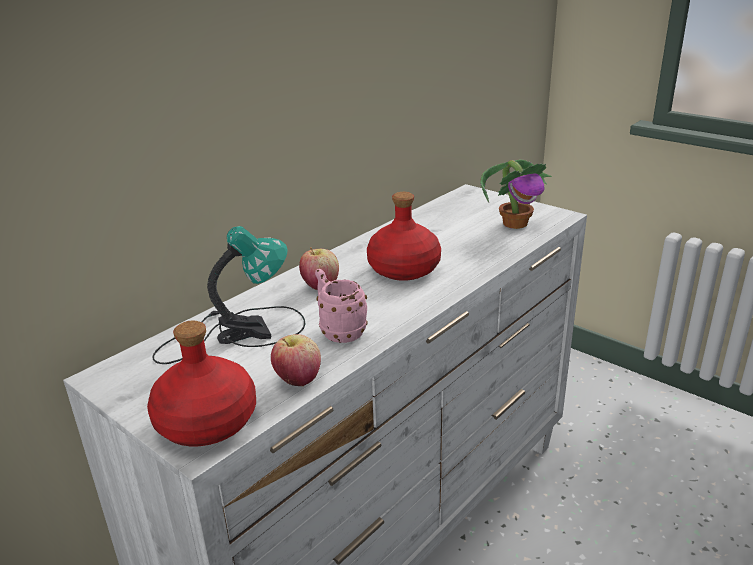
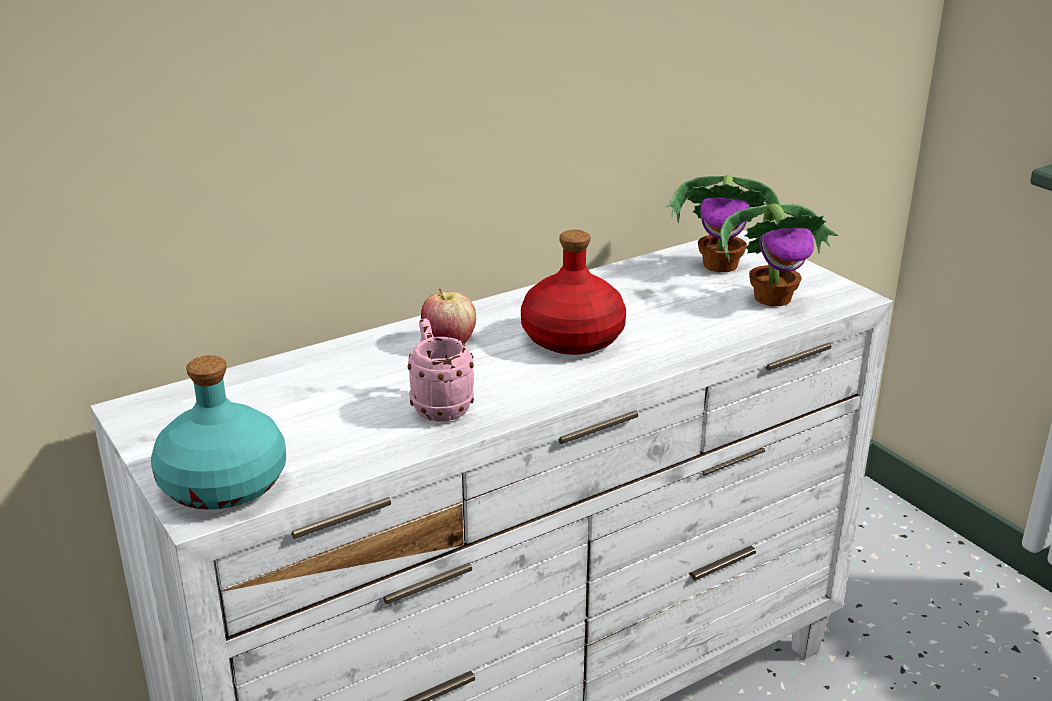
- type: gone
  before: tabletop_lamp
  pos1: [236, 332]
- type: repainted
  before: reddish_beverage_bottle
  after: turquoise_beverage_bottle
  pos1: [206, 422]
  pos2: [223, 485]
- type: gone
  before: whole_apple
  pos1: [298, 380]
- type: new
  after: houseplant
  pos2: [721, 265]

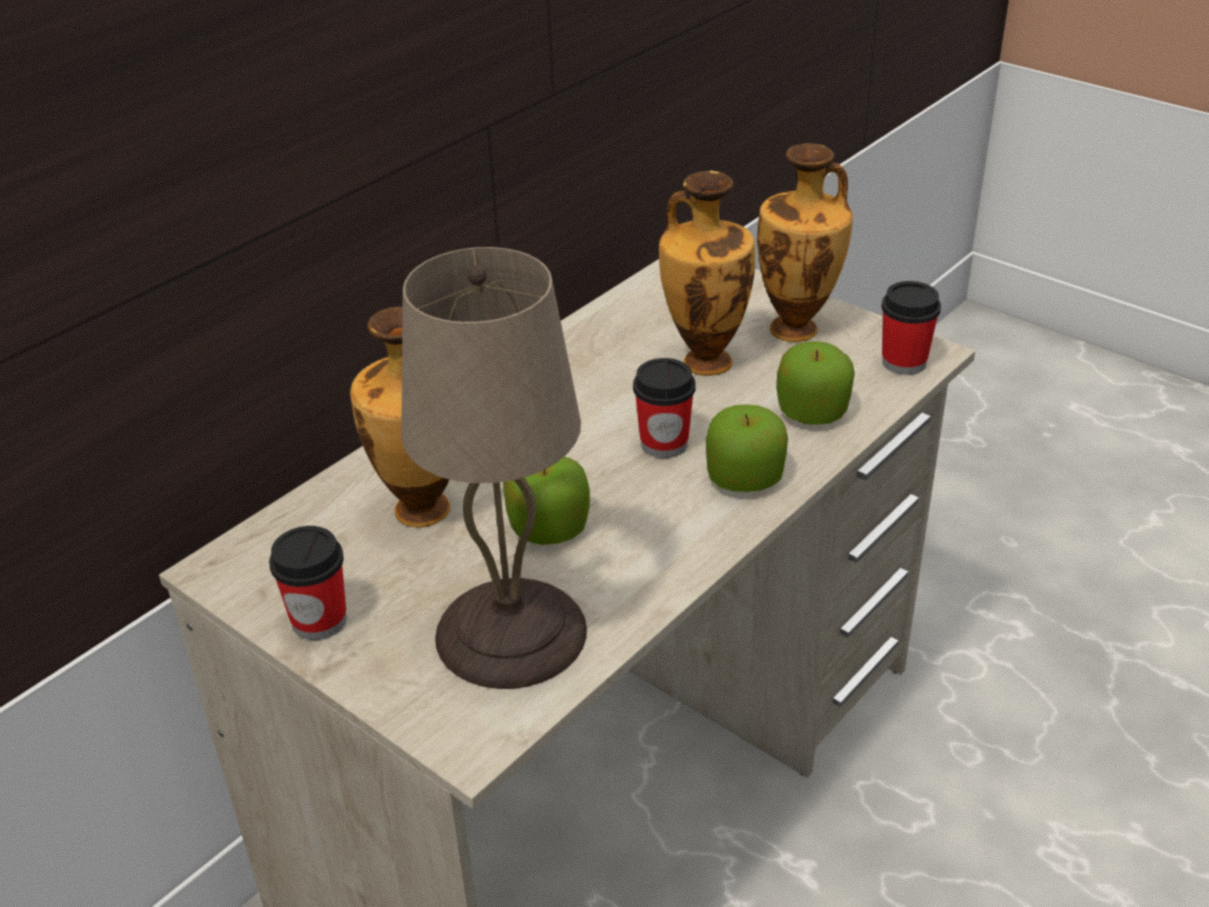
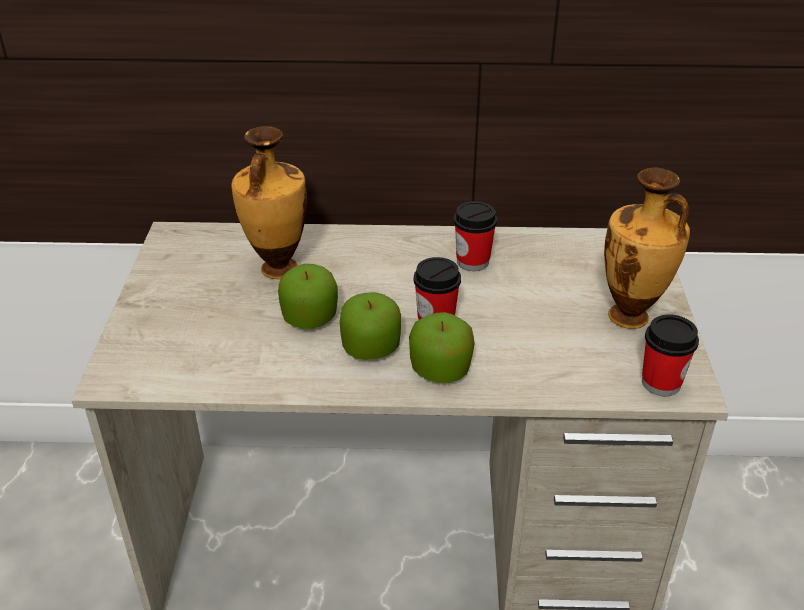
- type: gone
  before: decorative_vase
  pos1: [704, 360]
- type: gone
  before: beige_tabletop_lamp
  pos1: [514, 633]
- type: shifted
  before: whole_apple
  pos1: [812, 411]
  pos2: [371, 347]
- type: shifted
  before: drinking_cup
  pos1: [319, 621]
  pos2: [472, 261]

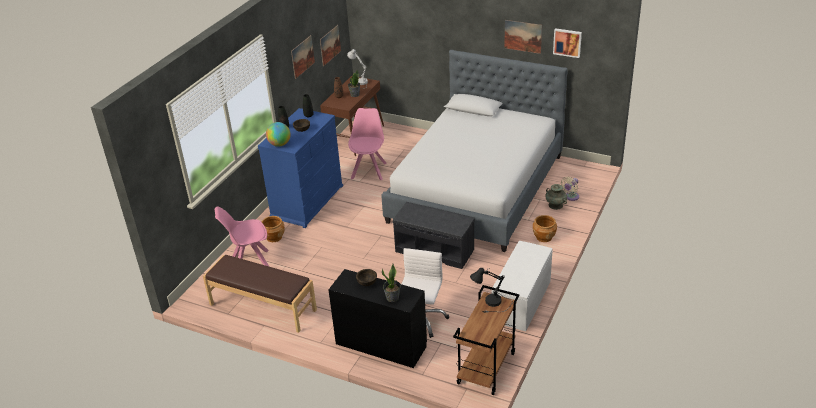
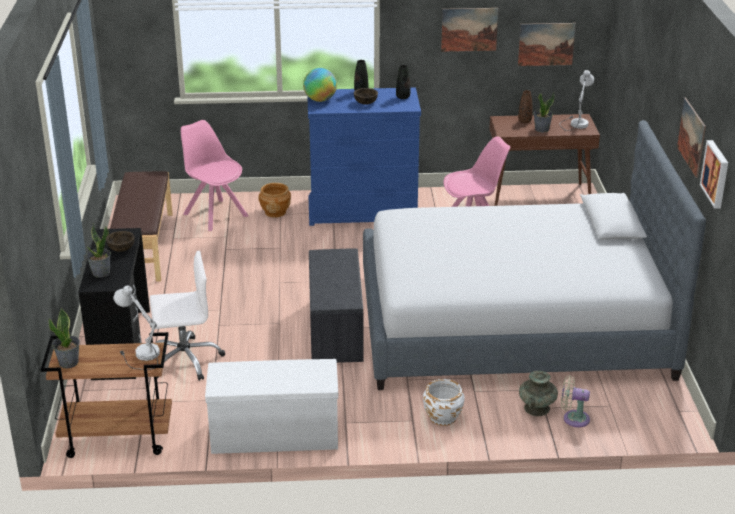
- type: repainted
  before: brownish_plant_pot
  after: whitish_plant_pot
  pos1: [544, 237]
  pos2: [442, 417]
- type: repainted
  before: black_tabletop_lamp
  after: whitish_tabletop_lamp
  pos1: [492, 305]
  pos2: [139, 355]
- type: new
  after: houseplant
  pos2: [69, 362]

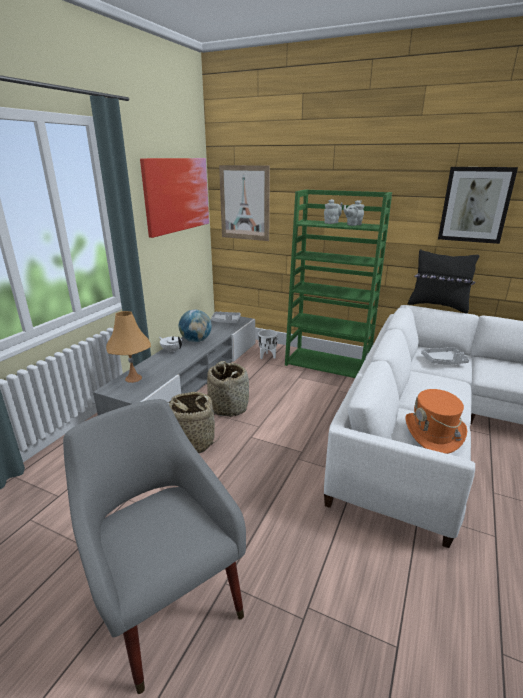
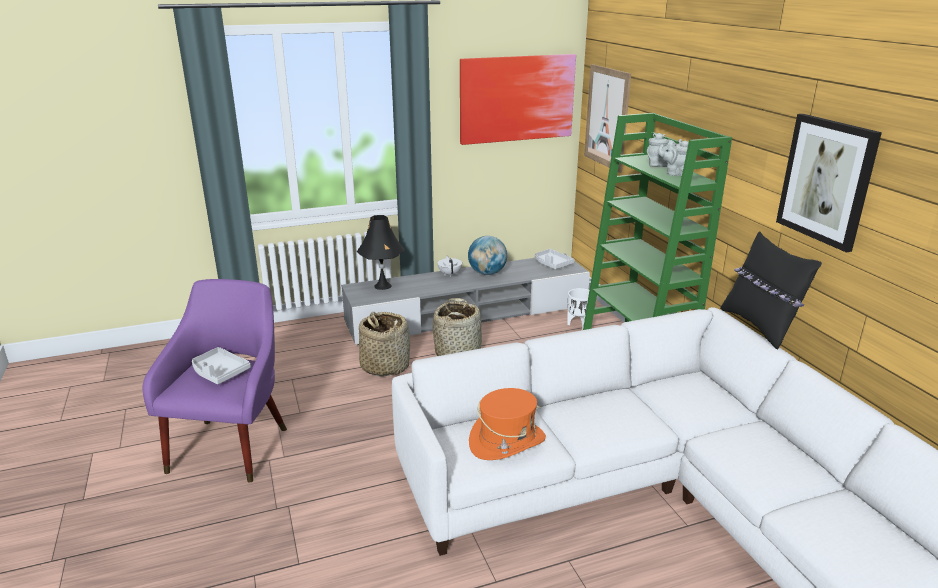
- type: repainted
  before: orangey_tabletop_lamp
  after: black_tabletop_lamp
  pos1: [133, 378]
  pos2: [382, 286]
- type: shifted
  before: gray_serving_tray
  pos1: [443, 361]
  pos2: [219, 372]
- type: repainted
  before: gray_easy_chair
  after: purple_easy_chair
  pos1: [166, 598]
  pos2: [232, 444]

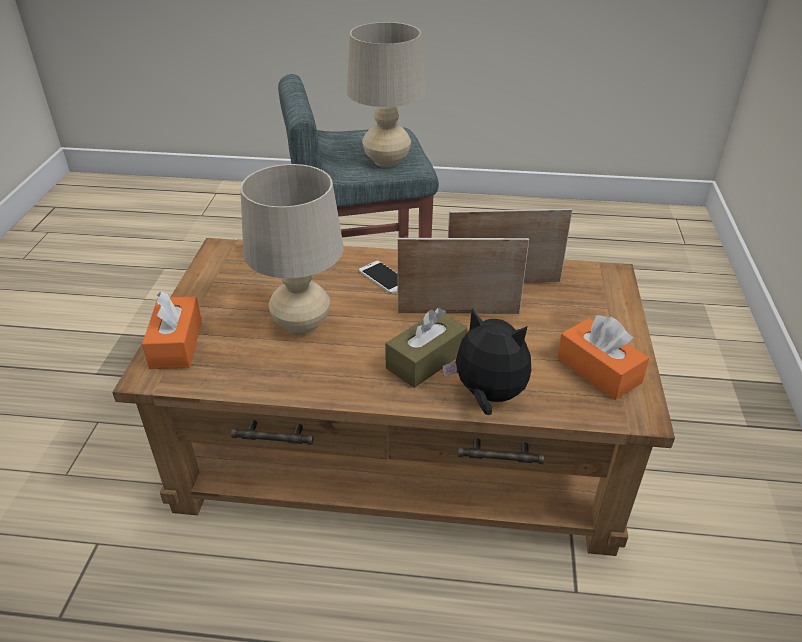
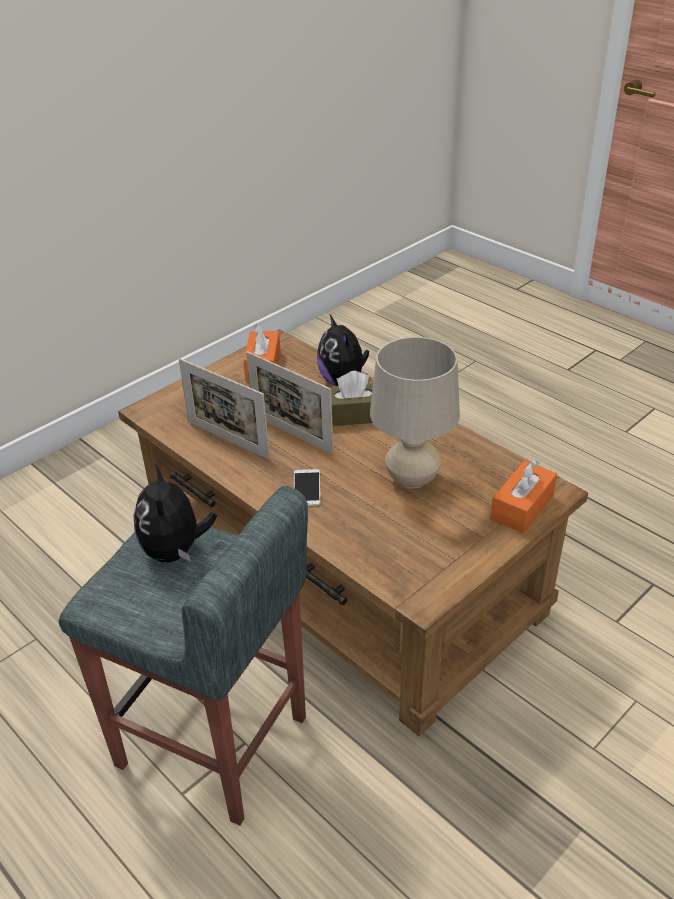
- type: swapped
  before: beige_tabletop_lamp
  after: soft_toy
  pos1: [387, 161]
  pos2: [175, 551]

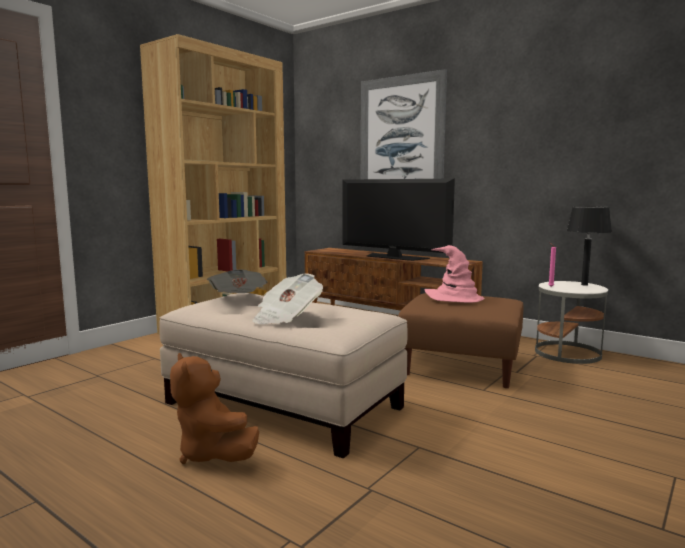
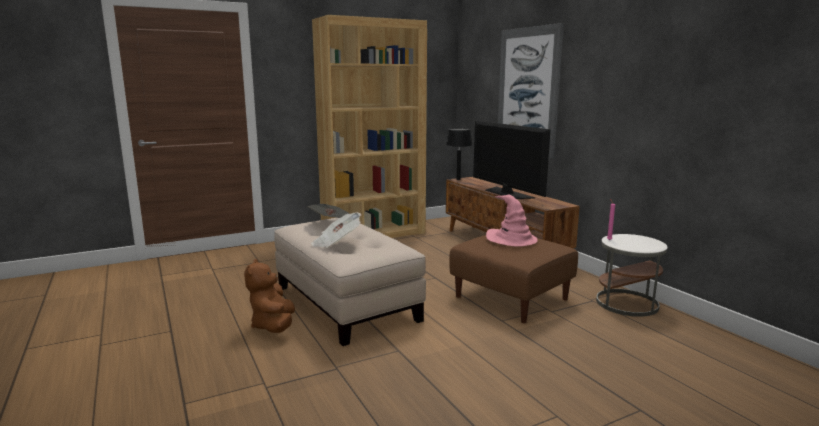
- type: shifted
  before: black_tabletop_lamp
  pos1: [584, 285]
  pos2: [458, 179]

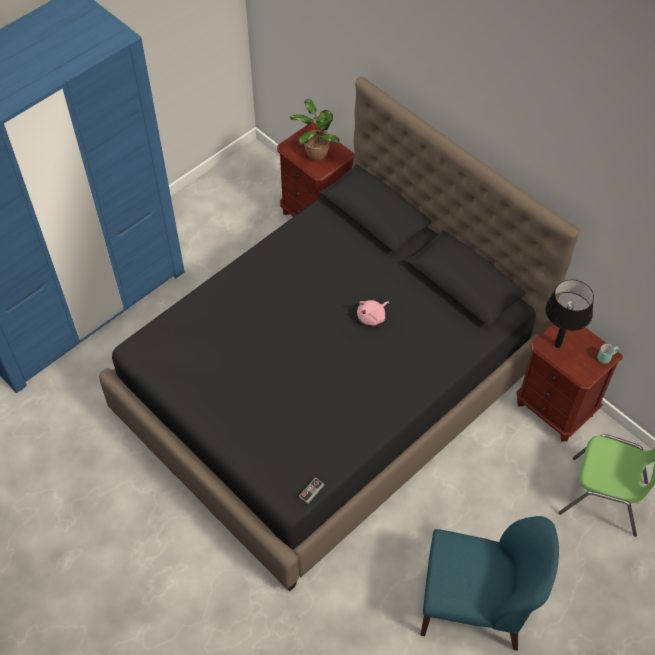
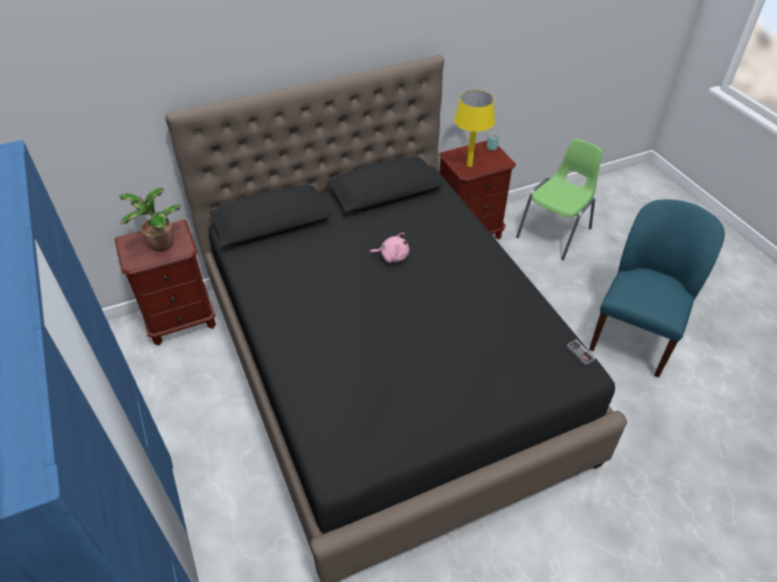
- type: repainted
  before: black_tabletop_lamp
  after: yellowish_tabletop_lamp
  pos1: [558, 345]
  pos2: [469, 165]
- type: rotated
  before: pink-coloured_soft_toy
  pos1: [372, 317]
  pos2: [392, 256]
  turn: -60

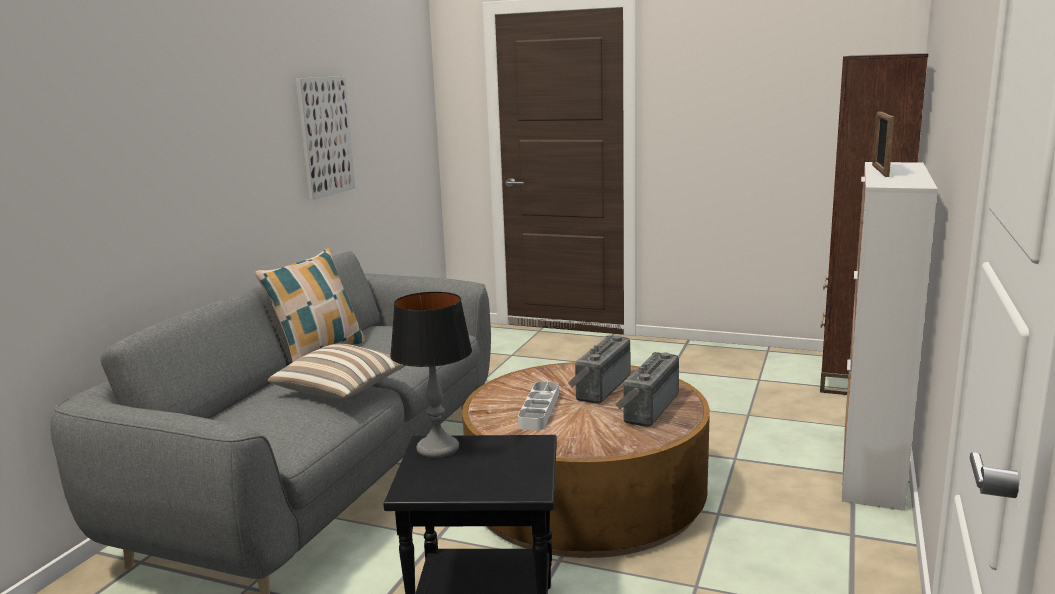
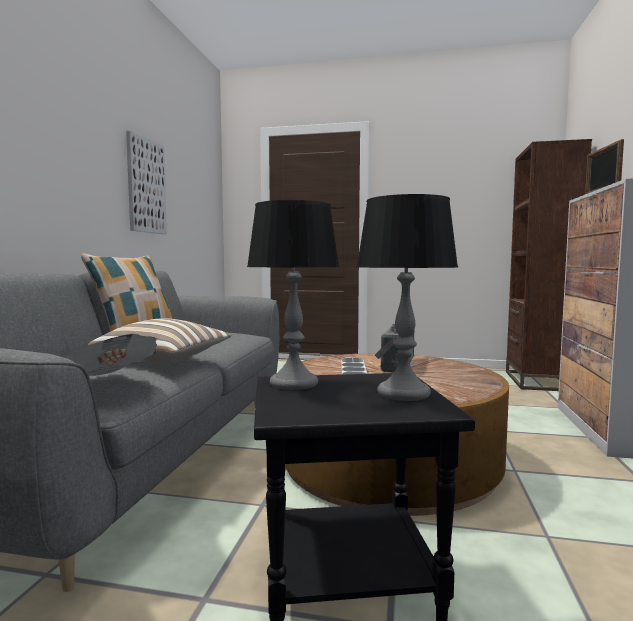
- type: gone
  before: radio_set
  pos1: [646, 408]
- type: new
  after: tabletop_lamp
  pos2: [403, 393]
- type: new
  after: printed_paper
  pos2: [109, 384]

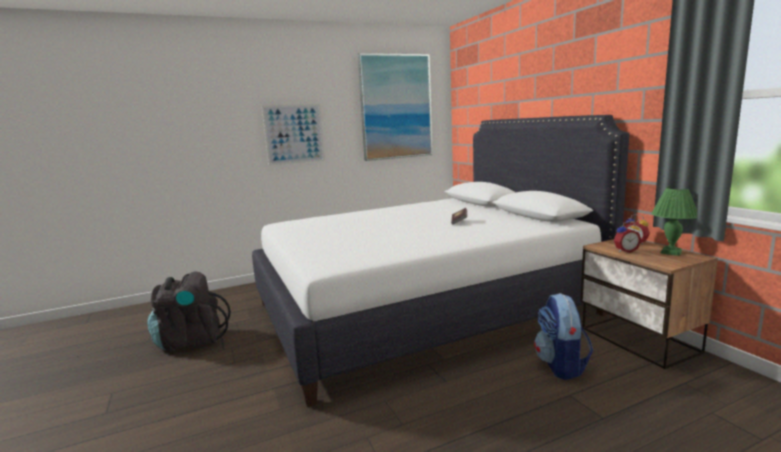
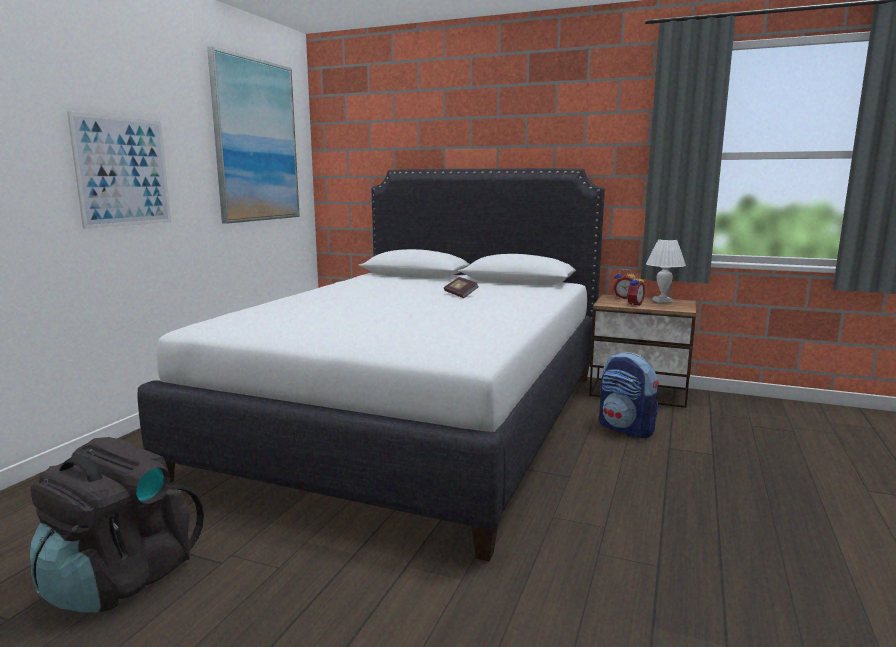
- type: repainted
  before: green_tabletop_lamp
  after: whitish_tabletop_lamp
  pos1: [671, 252]
  pos2: [663, 301]

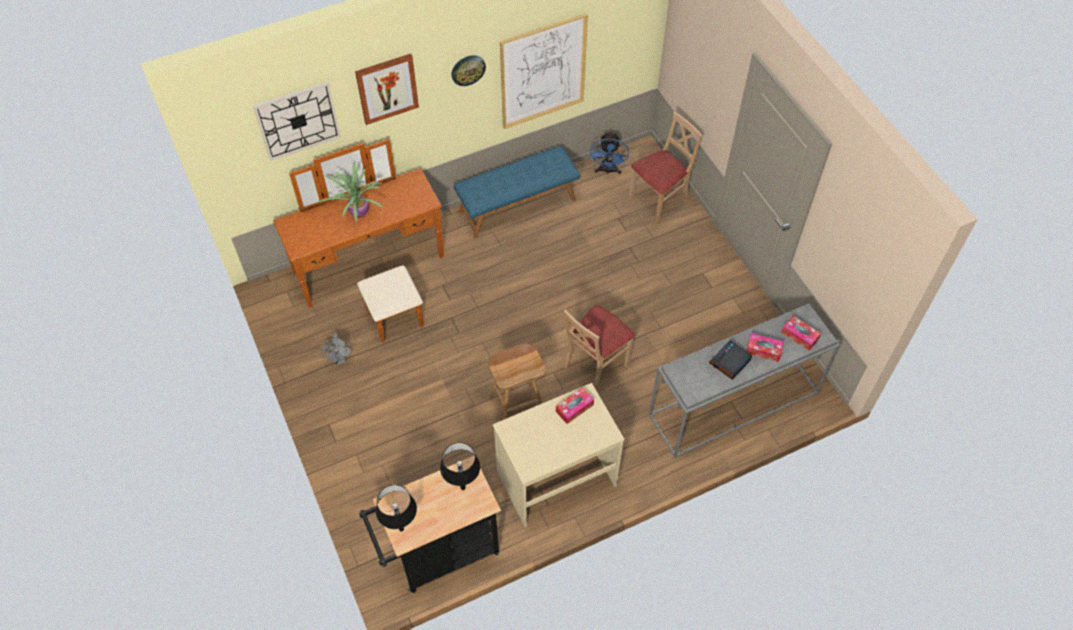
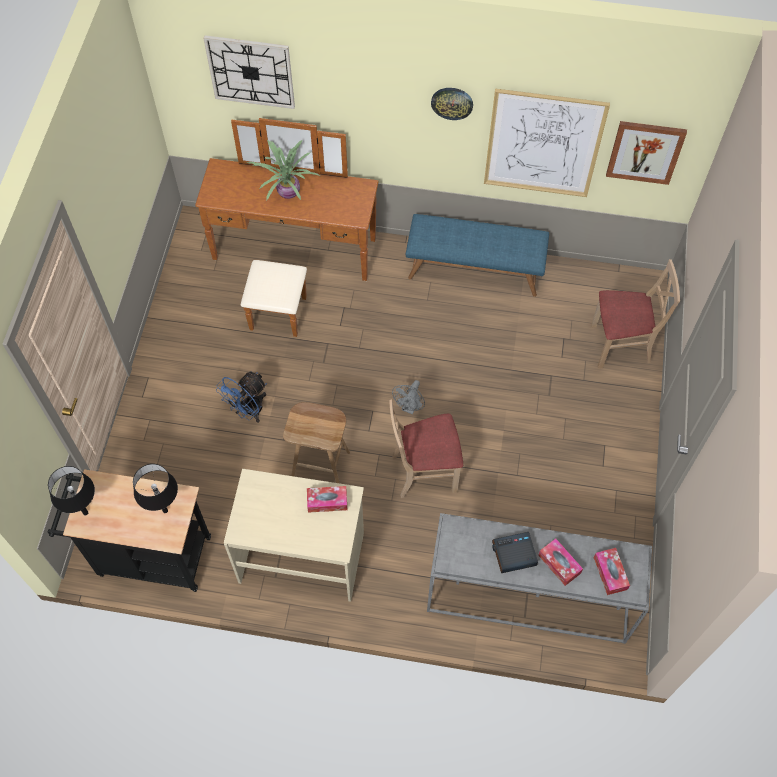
- type: shifted
  before: wall_art
  pos1: [387, 88]
  pos2: [645, 152]
- type: shifted
  before: blue_electric_fan
  pos1: [607, 171]
  pos2: [248, 411]
- type: shifted
  before: gray_electric_fan
  pos1: [340, 359]
  pos2: [410, 407]

